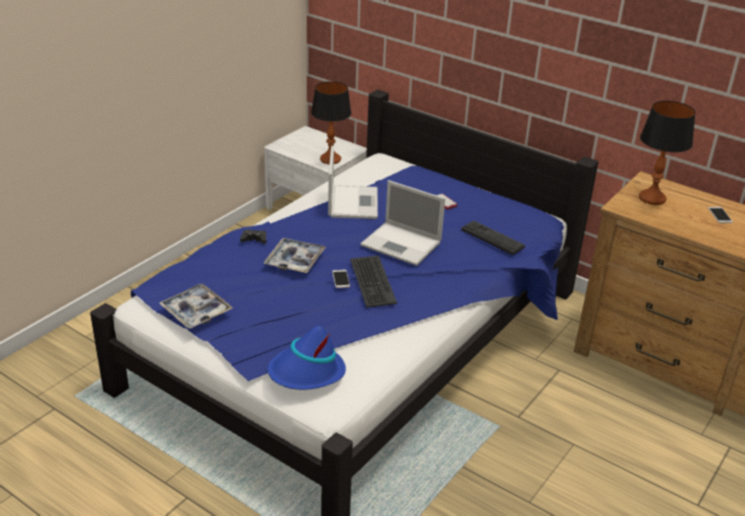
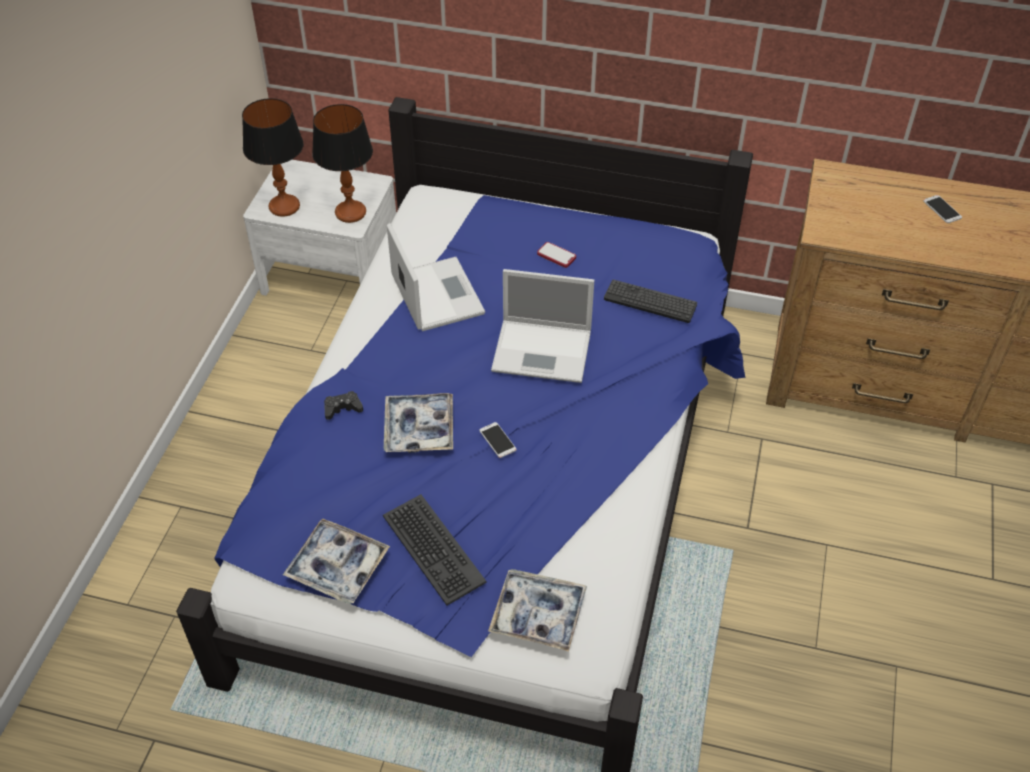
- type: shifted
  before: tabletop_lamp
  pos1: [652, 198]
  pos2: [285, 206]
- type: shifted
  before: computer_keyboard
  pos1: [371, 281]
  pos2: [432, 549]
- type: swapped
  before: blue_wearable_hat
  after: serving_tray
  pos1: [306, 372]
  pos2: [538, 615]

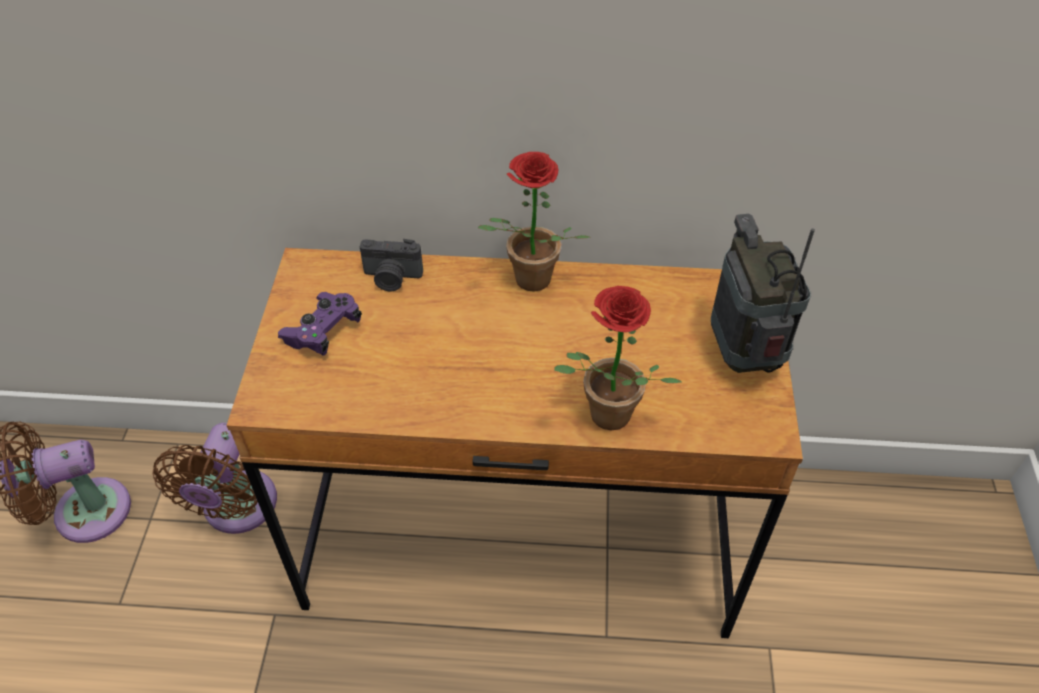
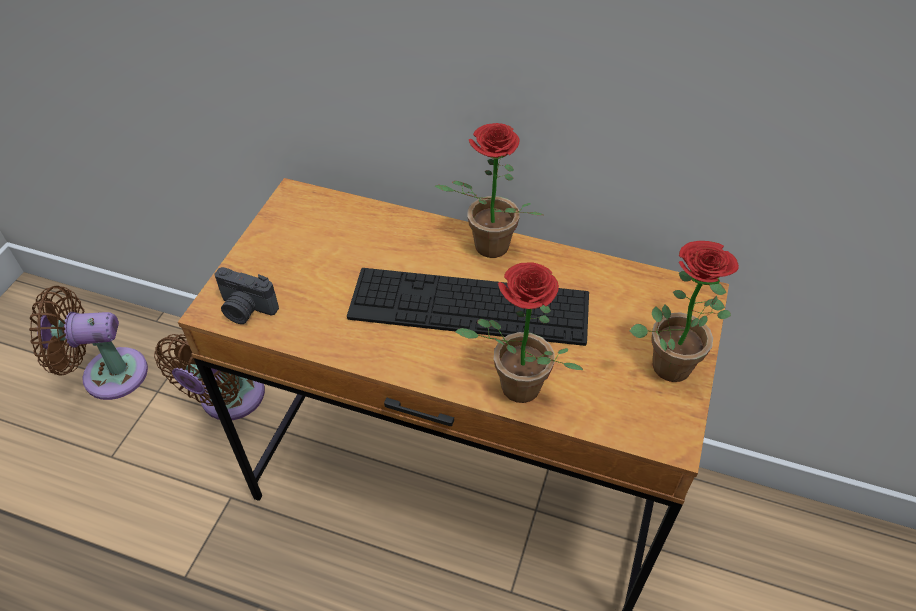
- type: swapped
  before: radio_set
  after: houseplant
  pos1: [743, 356]
  pos2: [670, 359]
- type: shifted
  before: still_camera
  pos1: [392, 278]
  pos2: [246, 310]
- type: gone
  before: purple_joypad
  pos1: [323, 332]
- type: new
  after: computer_keyboard
  pos2: [469, 306]

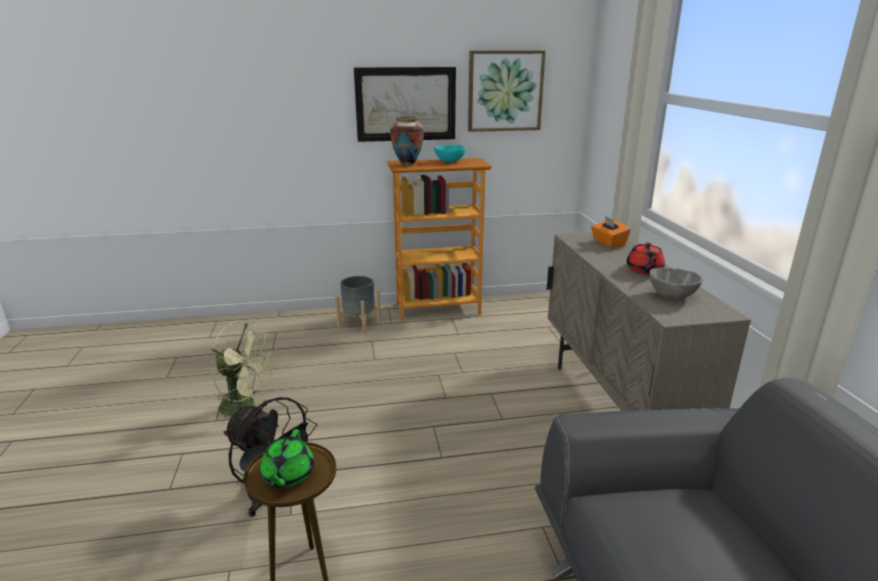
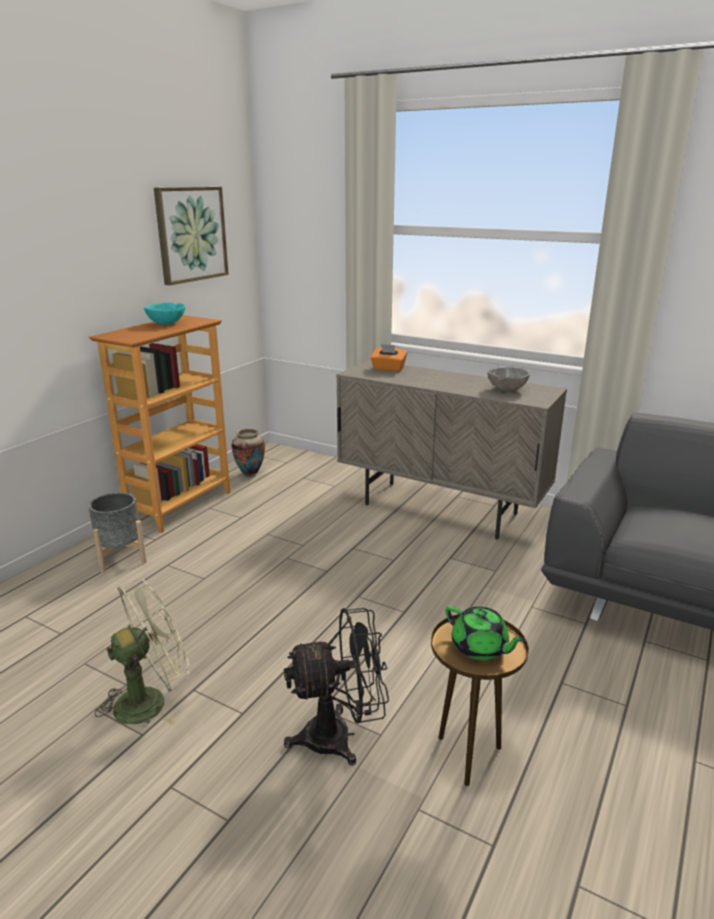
- type: gone
  before: wall_art
  pos1: [405, 104]
- type: shifted
  before: decorative_vase
  pos1: [407, 165]
  pos2: [250, 474]
- type: gone
  before: reddish_pot_for_tea
  pos1: [644, 270]

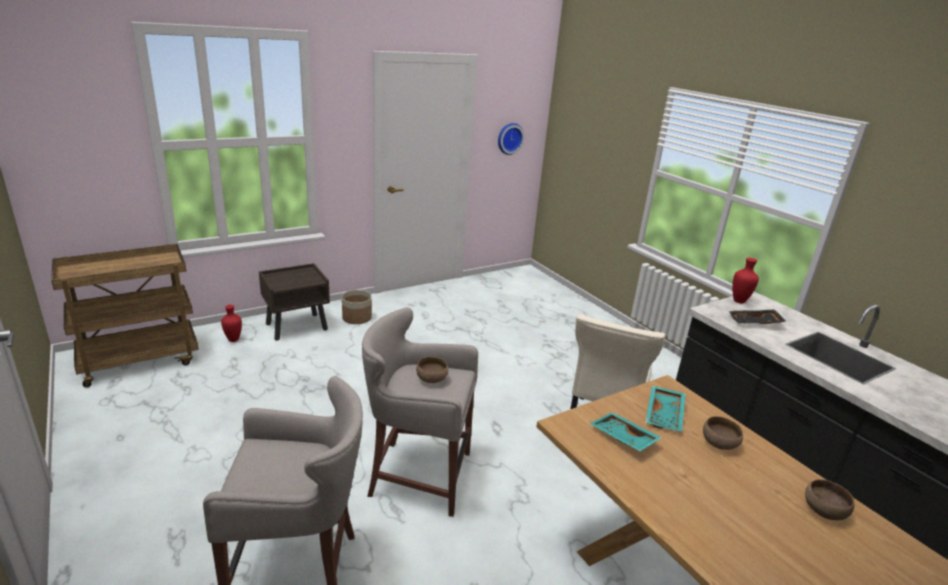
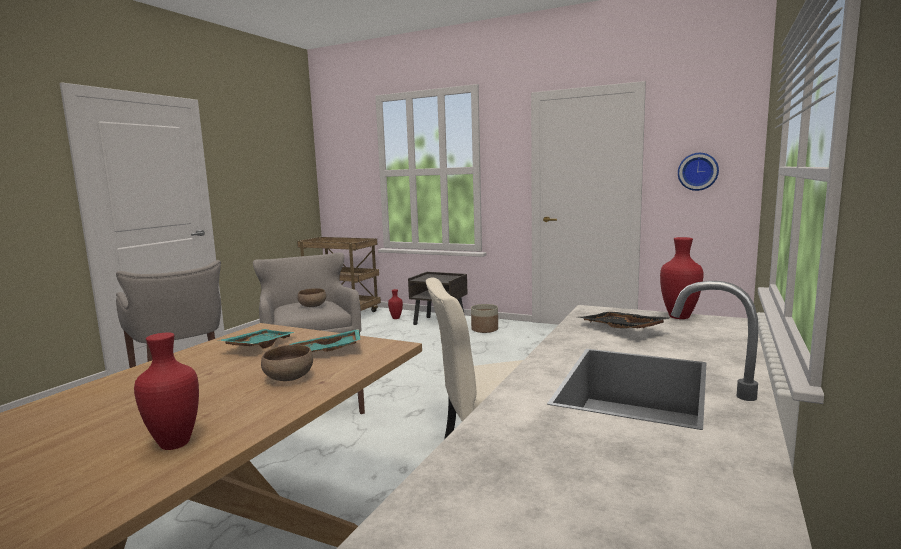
- type: swapped
  before: brownish_deep_dish
  after: reddish_decorative_vase
  pos1: [822, 510]
  pos2: [175, 443]

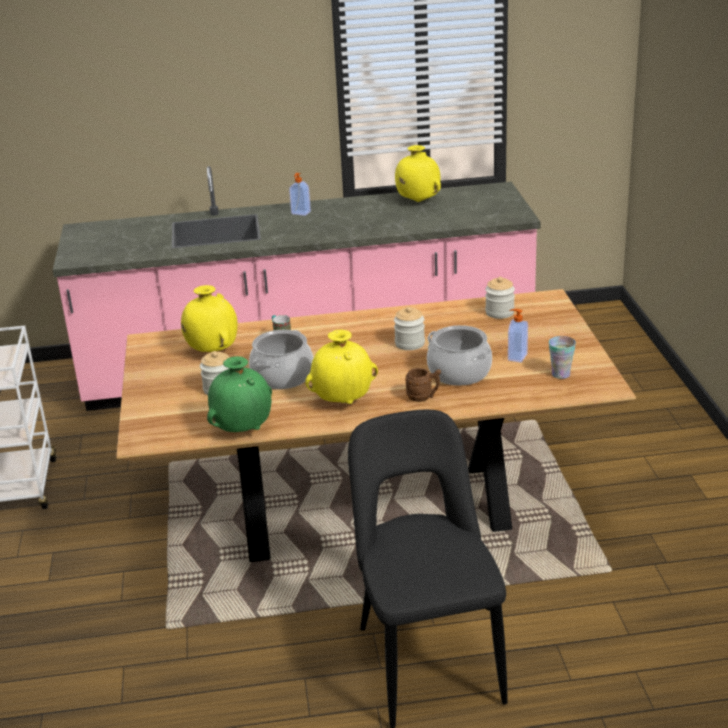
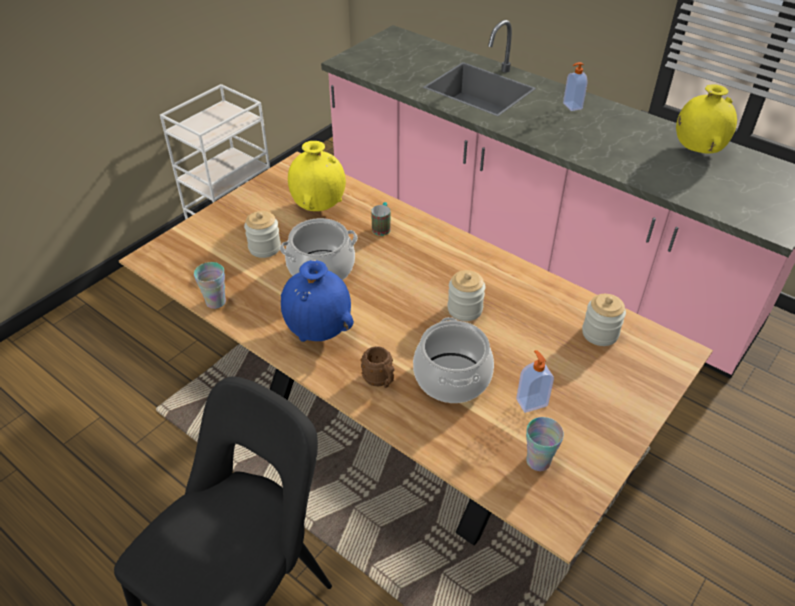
- type: repainted
  before: yellowish_decorative_vase
  after: blue_decorative_vase
  pos1: [344, 401]
  pos2: [319, 332]
- type: swapped
  before: green_decorative_vase
  after: drinking_cup
  pos1: [243, 430]
  pos2: [216, 302]

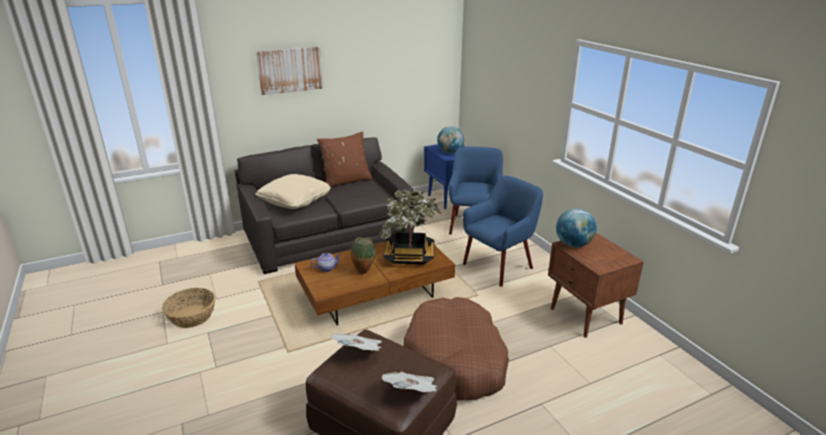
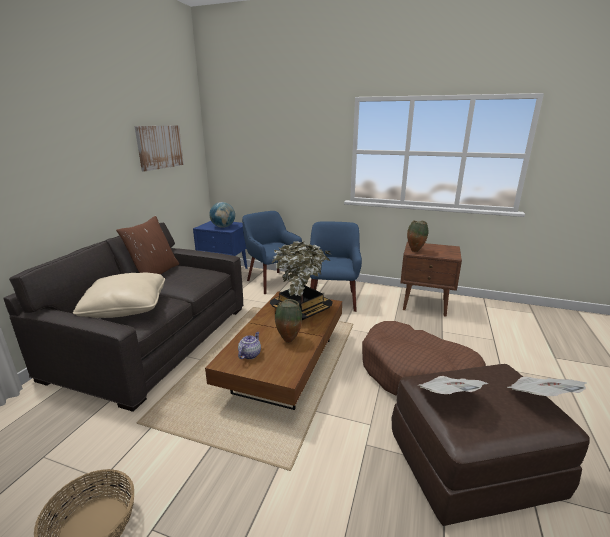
- type: shifted
  before: wall_art
  pos1: [290, 70]
  pos2: [159, 147]
- type: swapped
  before: world_globe
  after: decorative_vase
  pos1: [573, 244]
  pos2: [415, 251]

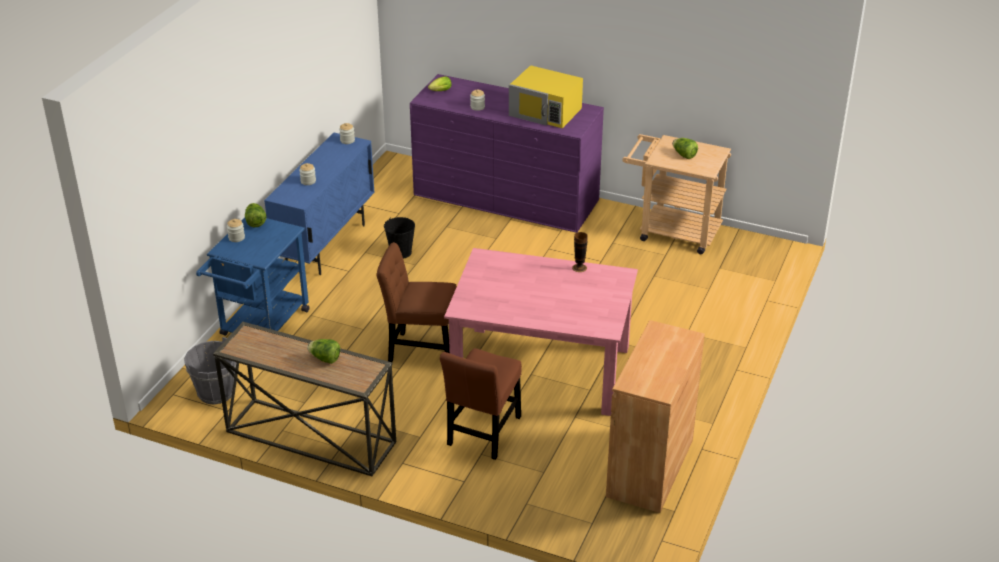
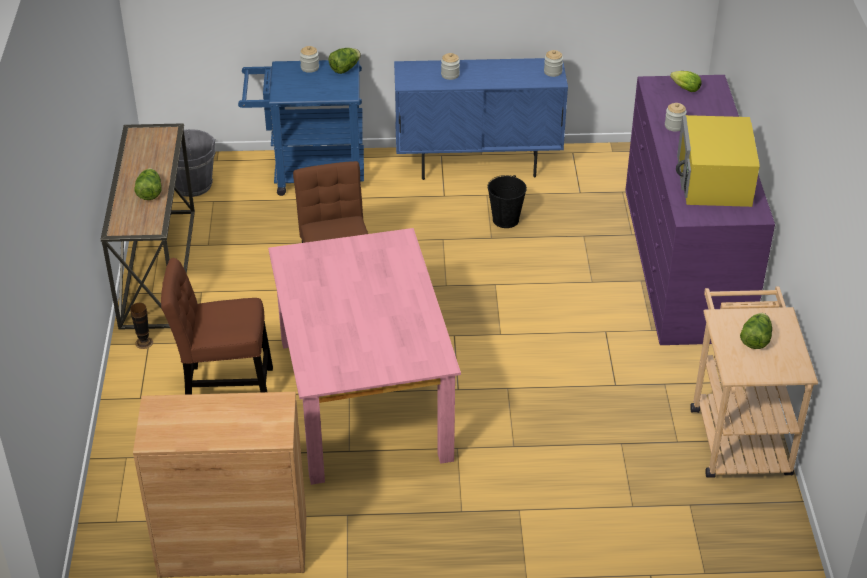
- type: shifted
  before: decorative_vase
  pos1: [579, 268]
  pos2: [144, 342]

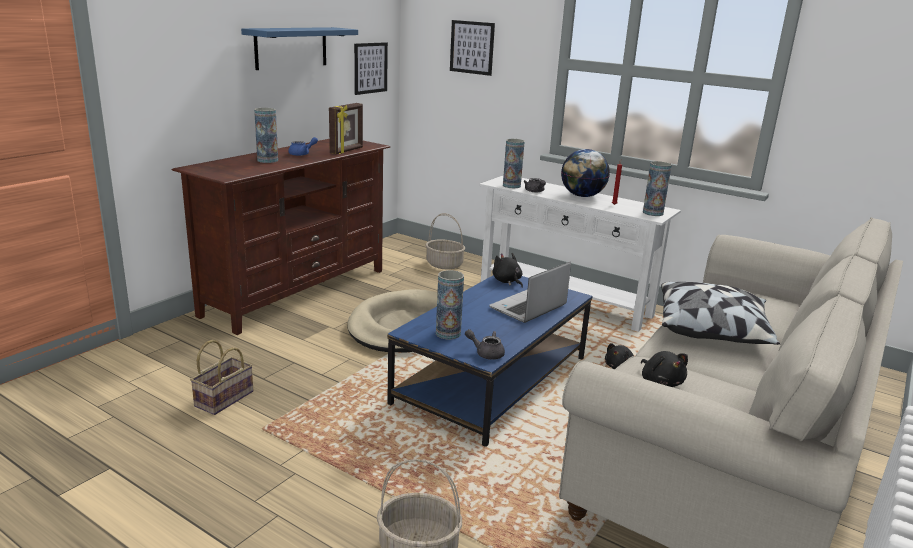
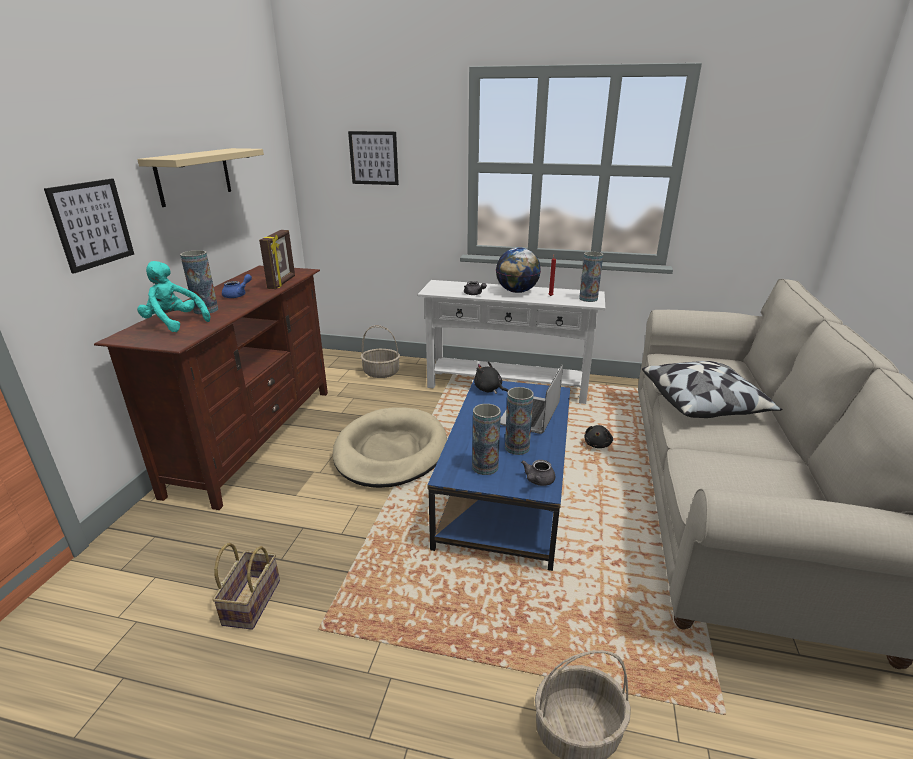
- type: repainted
  before: blue_wall_shelf
  after: beige_wall_shelf
  pos1: [291, 47]
  pos2: [194, 176]
- type: shifted
  before: wall_art
  pos1: [370, 68]
  pos2: [92, 224]
- type: shifted
  before: decorative_vase
  pos1: [511, 186]
  pos2: [517, 447]
- type: rotated
  before: gray_pot_for_tea
  pos1: [486, 353]
  pos2: [537, 481]
  turn: -60
- type: gone
  before: black_soft_toy
  pos1: [661, 382]
- type: new
  after: turquoise_soft_toy
  pos2: [174, 323]

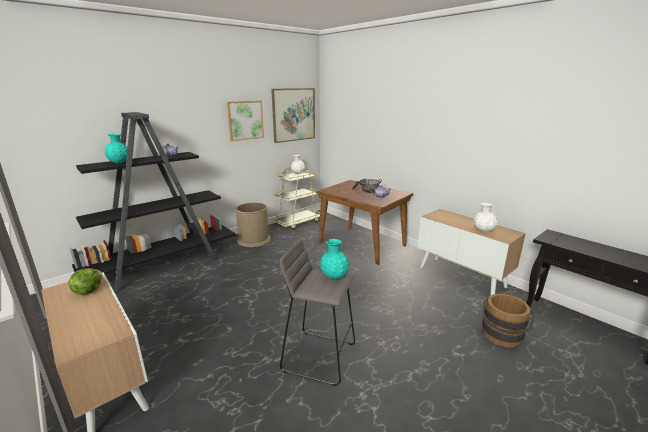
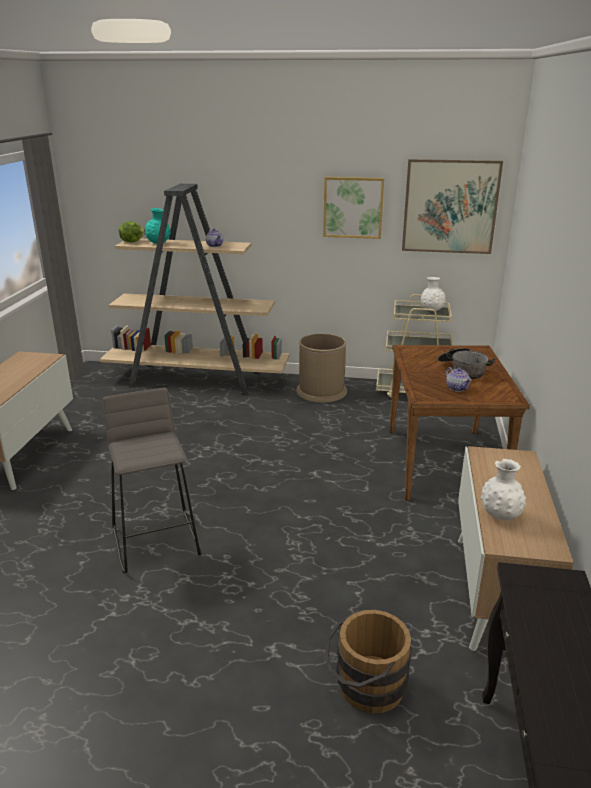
- type: repainted
  before: black_bookshelf
  after: beige_bookshelf
  pos1: [165, 265]
  pos2: [197, 380]
- type: gone
  before: turquoise_decorative_vase
  pos1: [334, 277]
- type: shifted
  before: lettuce_head
  pos1: [88, 291]
  pos2: [132, 241]

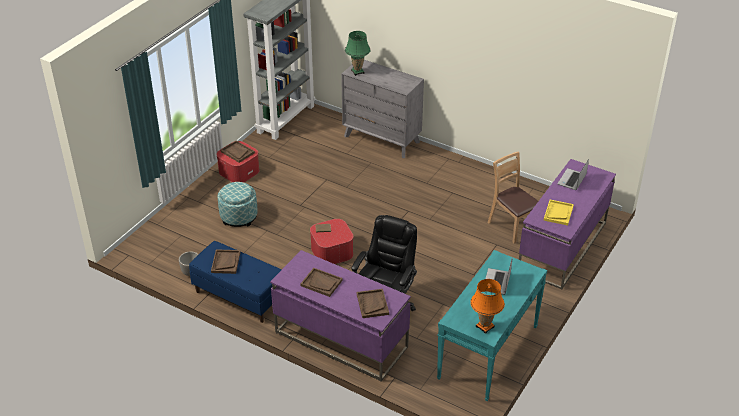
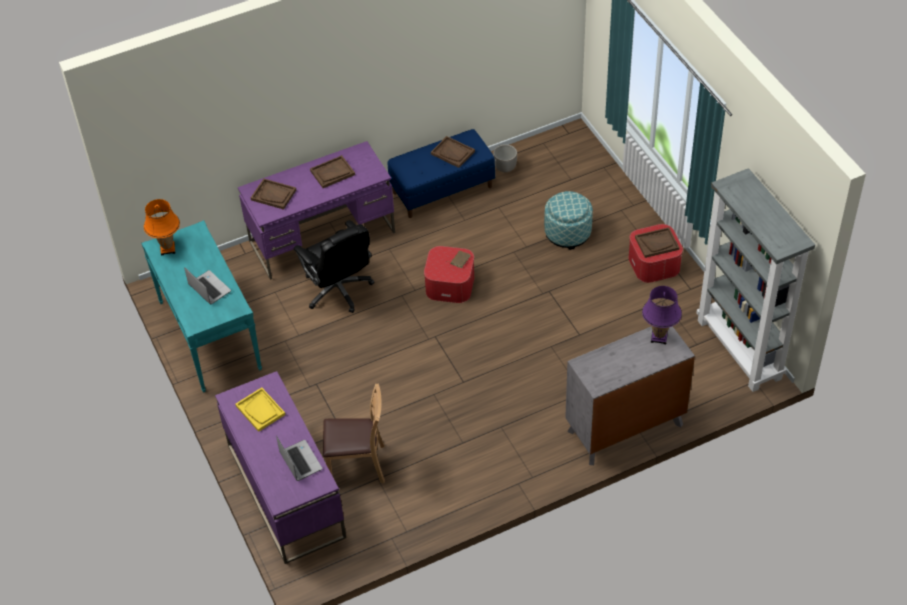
- type: repainted
  before: green_tabletop_lamp
  after: purple_tabletop_lamp
  pos1: [357, 72]
  pos2: [659, 337]

